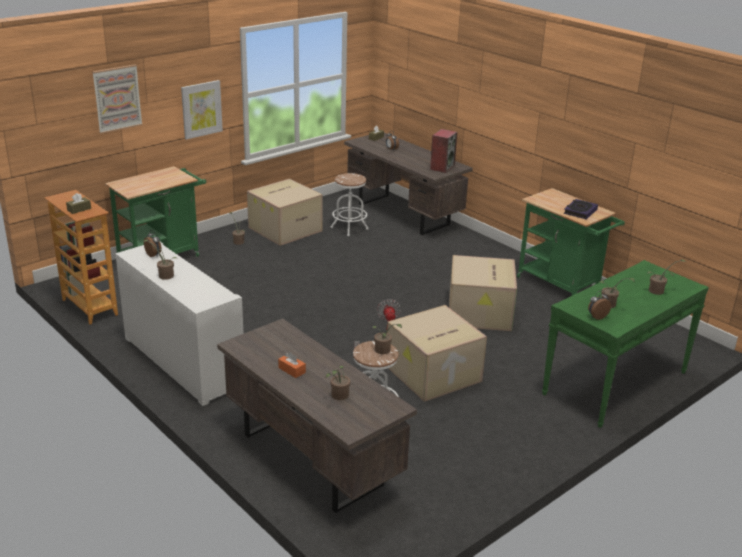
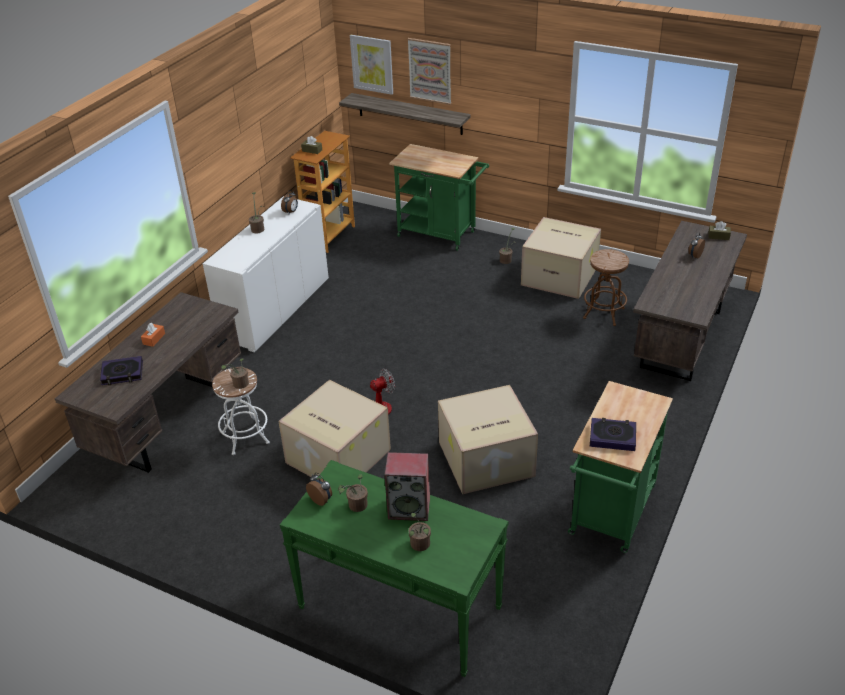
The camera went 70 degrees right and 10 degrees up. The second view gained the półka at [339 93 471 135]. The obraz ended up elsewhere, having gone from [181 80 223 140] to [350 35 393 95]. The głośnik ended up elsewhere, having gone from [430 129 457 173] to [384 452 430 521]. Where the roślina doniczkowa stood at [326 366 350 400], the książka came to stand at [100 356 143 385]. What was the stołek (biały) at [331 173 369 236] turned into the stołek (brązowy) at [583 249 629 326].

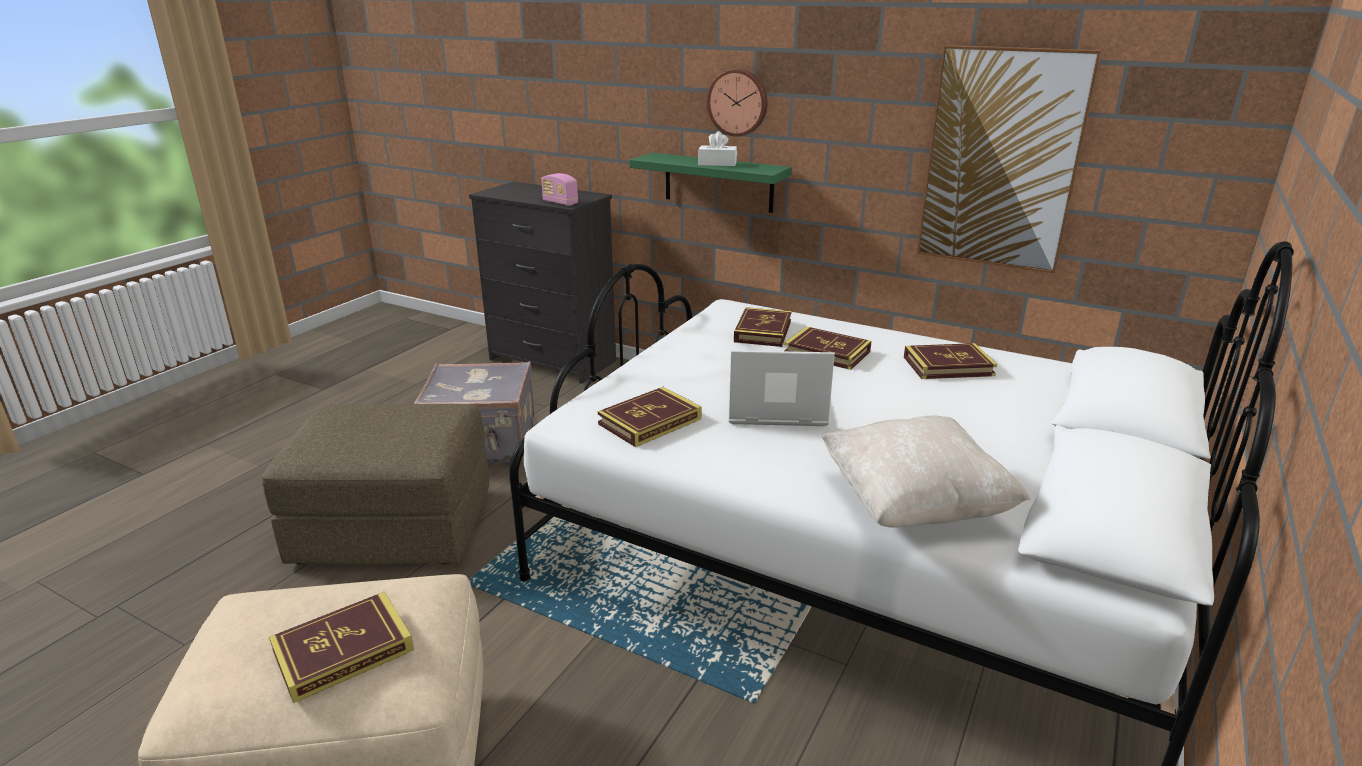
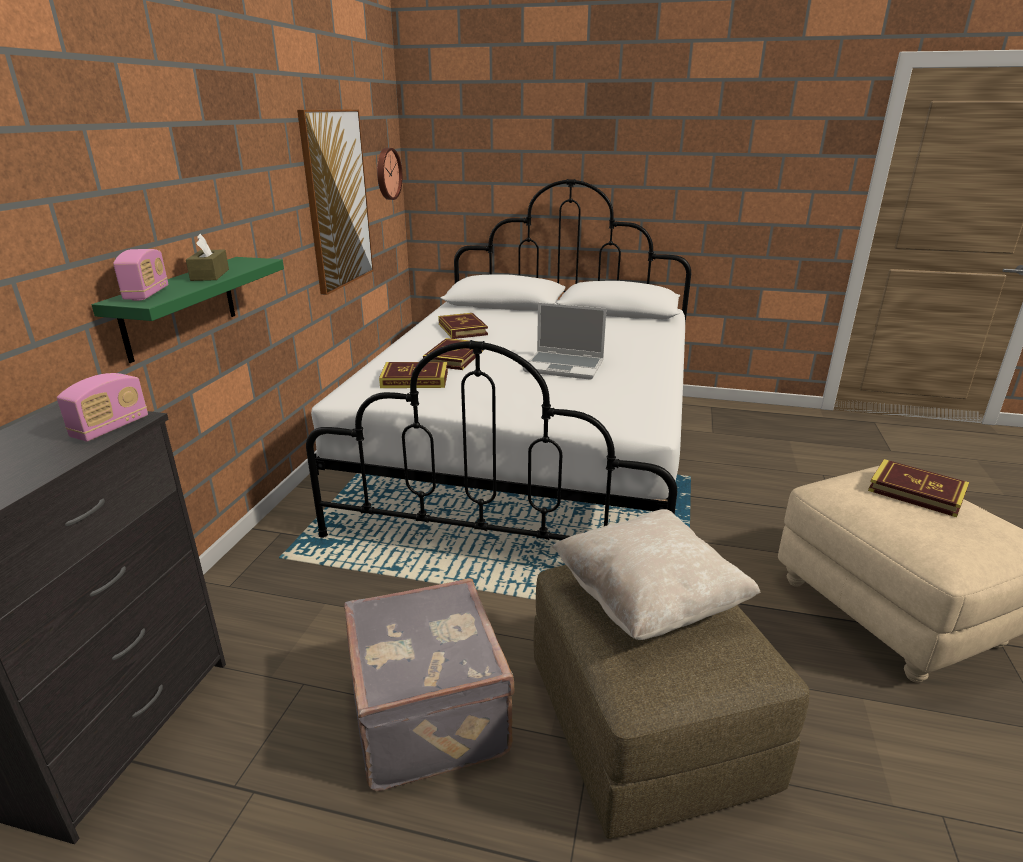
The camera went 105 degrees left and 0 degrees up. The second view lost the książka at [598 387 701 447]. The second view gained the radio at [113 249 168 301]. The zegar ścienny ended up elsewhere, having gone from [707 69 768 136] to [377 148 403 200]. The poduszka (beżowy) ended up elsewhere, having gone from [821 416 1031 528] to [552 509 761 640]. What was the pudełko chusteczek (biały) at [698 131 737 166] turned into the pudełko chusteczek (brązowy) at [186 234 229 281]. The laptop at [729 350 835 426] ended up facing another way, 60 degrees counterclockwise from before.

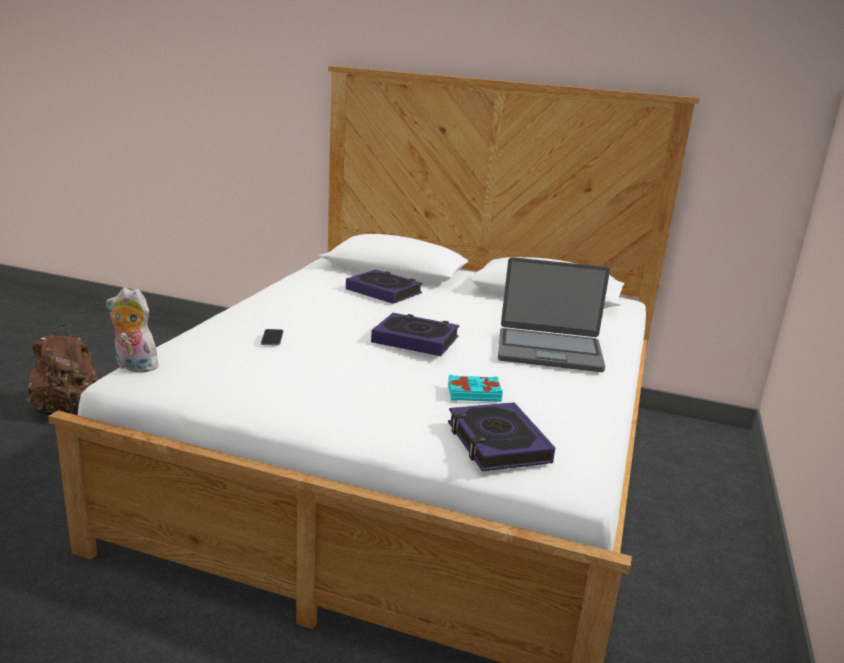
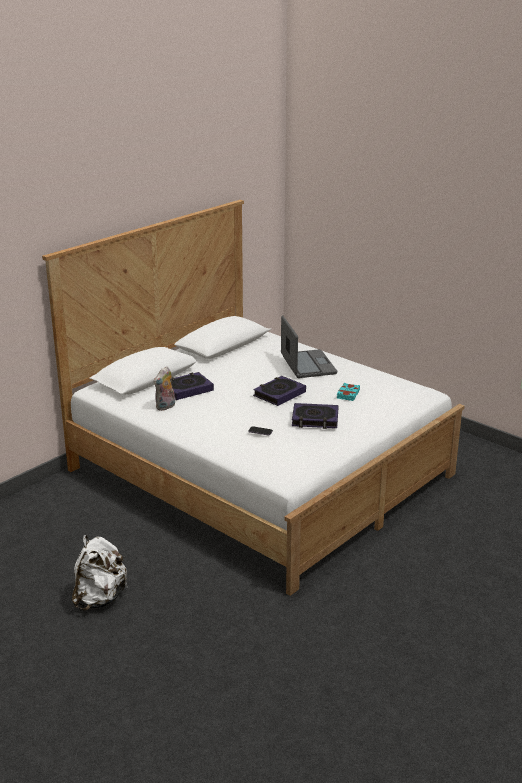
The camera went 65 degrees left and 5 degrees up. The pluszak ended up elsewhere, having gone from [106 288 164 372] to [154 366 175 411]. The książka ended up elsewhere, having gone from [448 402 555 471] to [292 403 339 429]. What was the plecak (brązowy) at [26 324 99 415] turned into the plecak (biały) at [72 535 128 611]. The laptop at [498 257 610 372] ended up facing another way, 45 degrees counterclockwise from before.

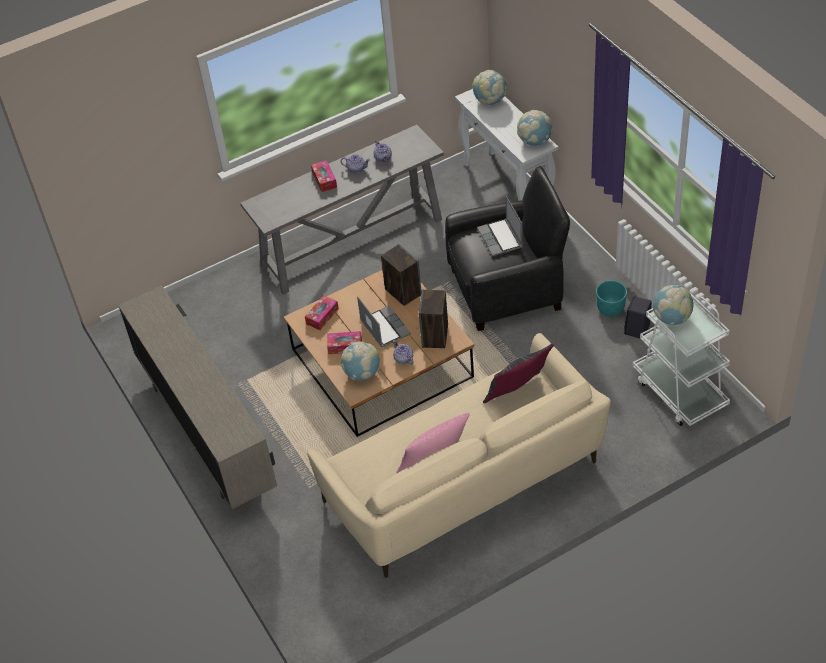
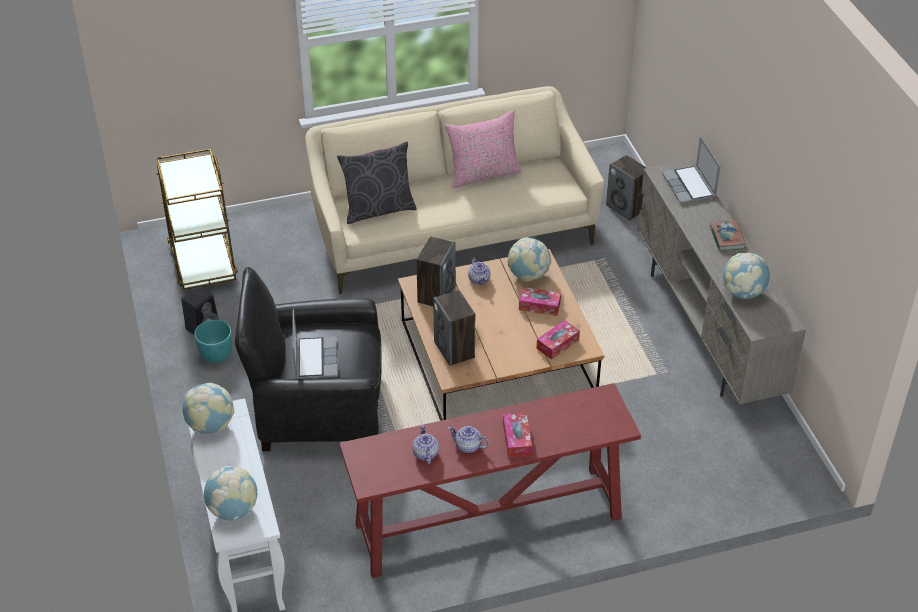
The camera went 170 degrees left and 5 degrees down. The second view gained the głośnik at [606 155 647 221]. The second view gained the książka at [710 221 746 251]. The laptop ended up elsewhere, having gone from [357 296 411 348] to [662 136 720 204]. The globus ended up elsewhere, having gone from [652 285 693 325] to [723 253 770 299]. What was the stolik konsolowy (szary) at [240 125 444 295] turned into the stolik konsolowy (czerwony) at [339 383 641 578]. What was the wózek (biały) at [633 293 730 426] turned into the wózek (brązowy) at [157 149 238 290].

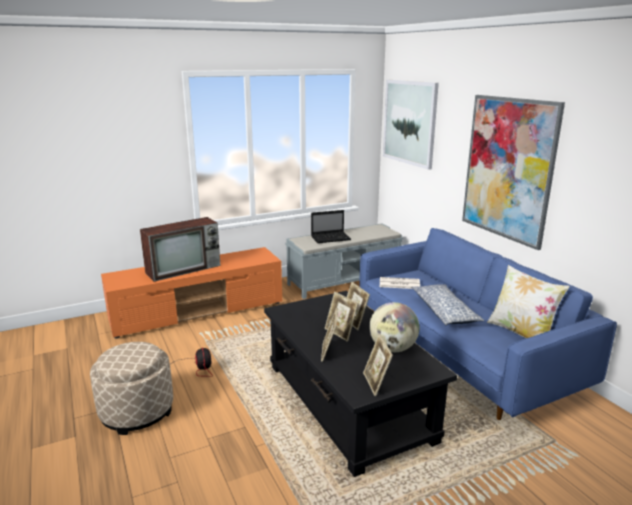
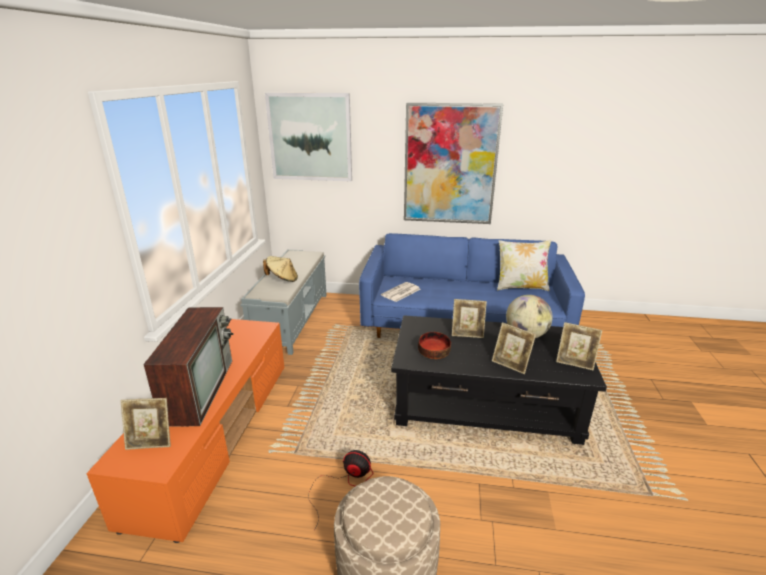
The camera went 55 degrees left and 5 degrees up. The second view lost the poduszka at [411 284 484 325]. The second view gained the miska at [418 332 451 359]. The ramka na zdjęcie ended up elsewhere, having gone from [325 292 358 342] to [120 398 171 450]. Where the laptop stood at [311 210 351 243], the kapelusz (beżowy) came to stand at [263 256 298 282].

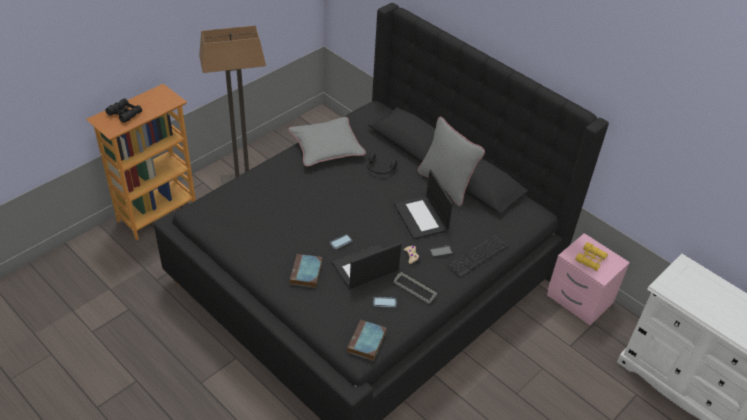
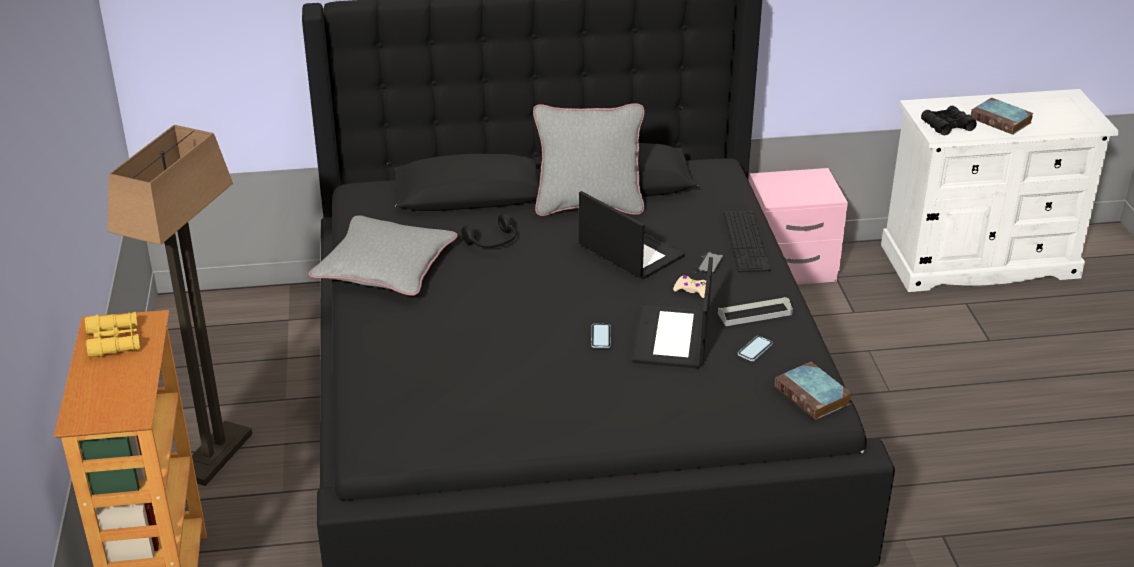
The camera went 50 degrees left and 10 degrees down. The lornetka (czarny) ended up elsewhere, having gone from [105 98 142 123] to [921 106 977 135]. The książka ended up elsewhere, having gone from [289 254 323 288] to [971 98 1034 135]. The lornetka (żółty) ended up elsewhere, having gone from [575 242 608 272] to [85 312 140 357]. The laptop at [394 170 453 239] ended up facing another way, 150 degrees counterclockwise from before.

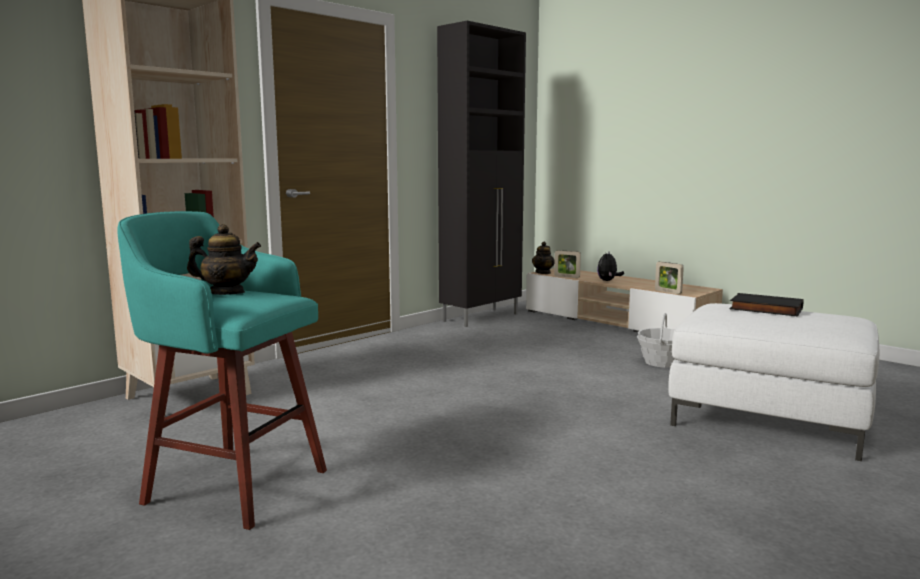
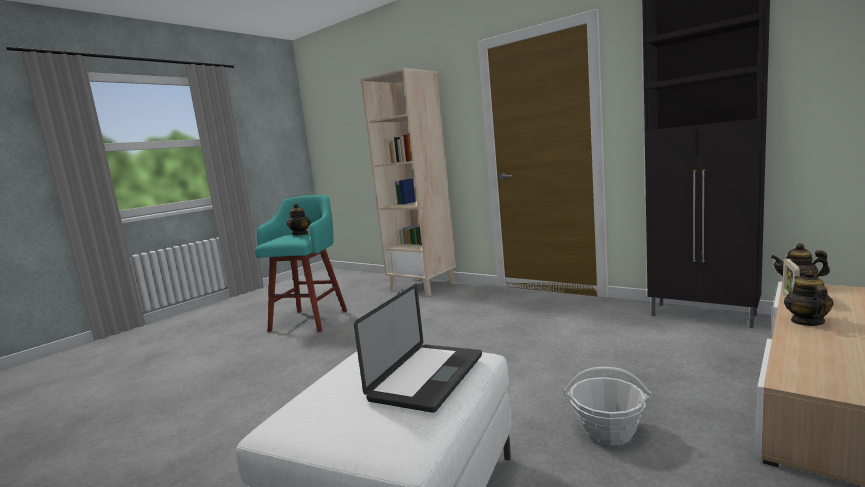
The camera went 85 degrees right and 0 degrees up. The second view lost the ramka na zdjęcie at [655 261 684 294]. Where the pluszak stood at [597 252 624 281], the imbryk came to stand at [784 270 834 326]. Where the książka (czarny) stood at [729 293 804 317], the laptop came to stand at [354 284 482 413].

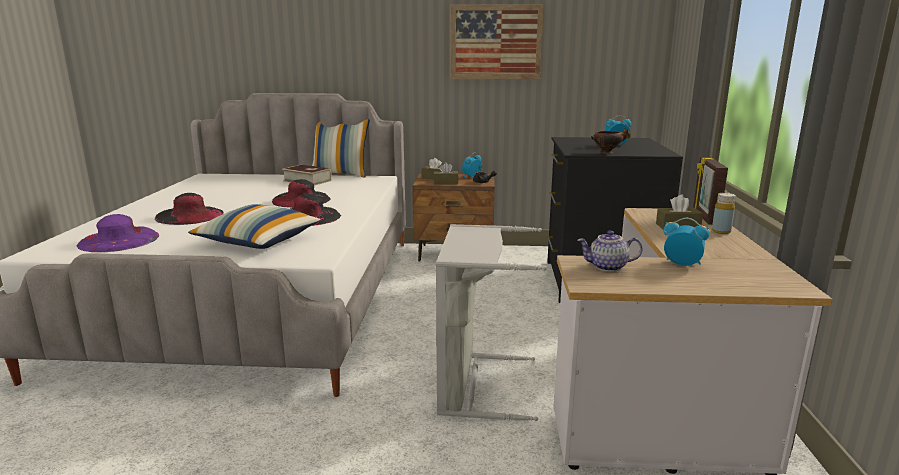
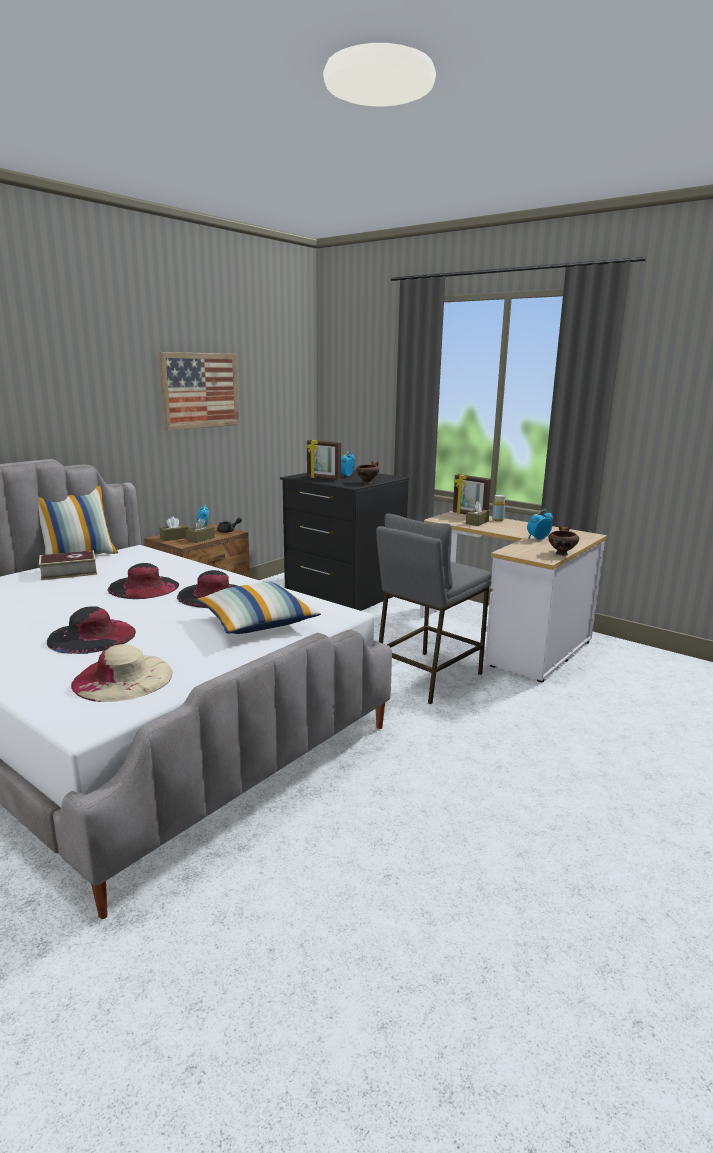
The camera went 55 degrees left and 0 degrees up. The second view lost the imbryk at [578 230 642 272]. The second view gained the ramka na zdjęcie at [306 440 341 480]. The second view gained the miska at [548 525 579 556]. Where the kosz na pranie (szary) stood at [436 224 547 421], the stołek (szary) came to stand at [376 513 492 704]. What was the kapelusz (fioletowy) at [77 214 159 252] turned into the kapelusz (beżowy) at [71 644 172 702].

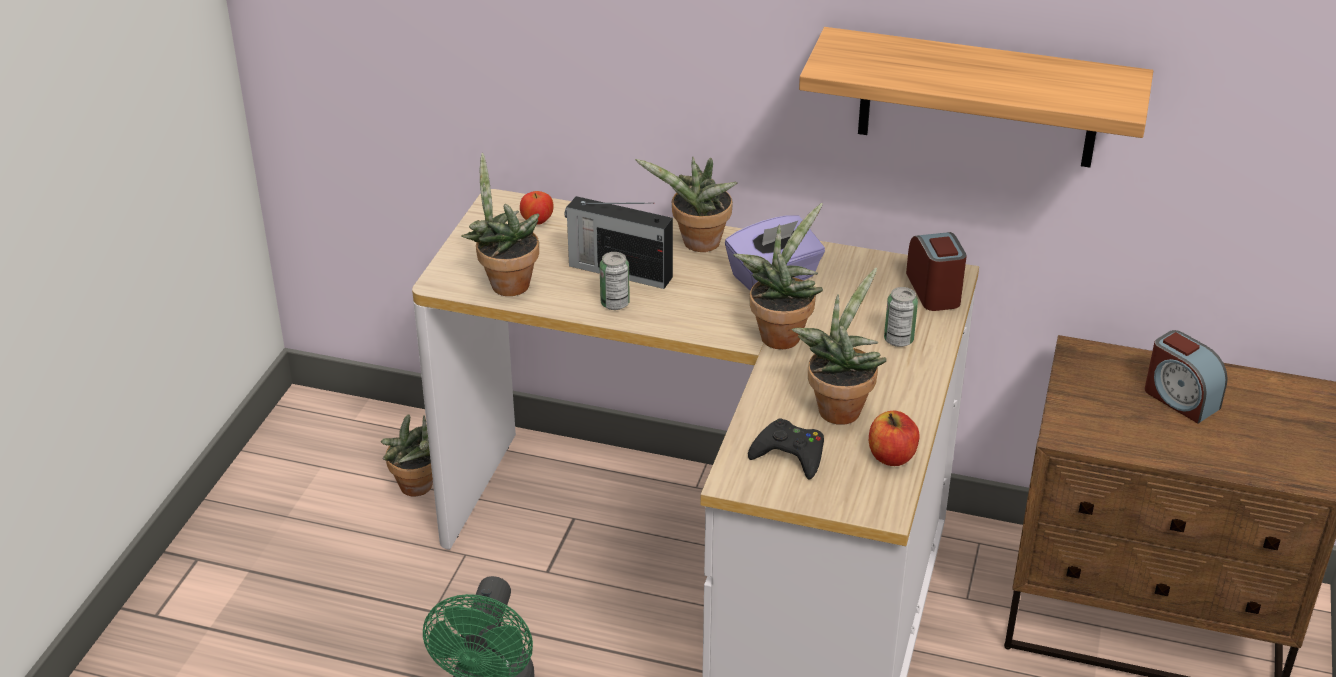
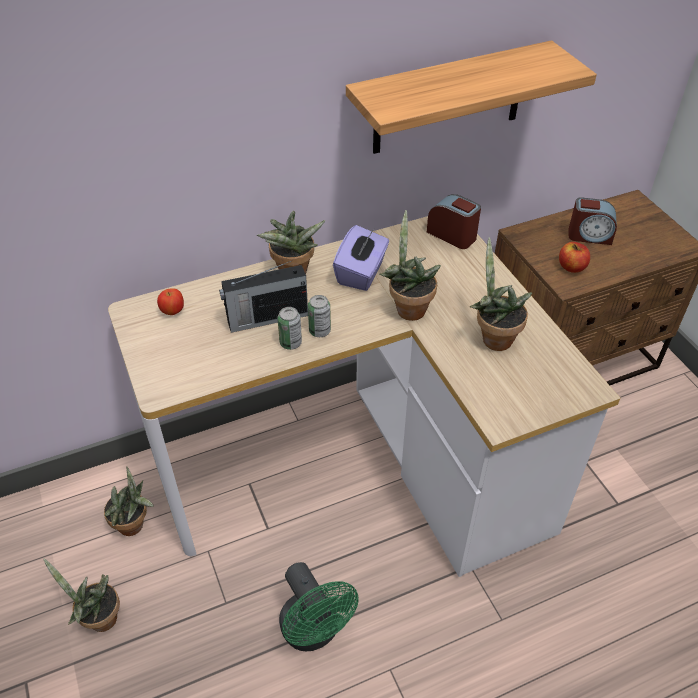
The camera went 40 degrees left and 10 degrees up. The second view lost the pad do gier (czarny) at [748 418 824 480]. The roślina doniczkowa ended up elsewhere, having gone from [461 153 539 296] to [43 559 120 632]. The jabłko ended up elsewhere, having gone from [869 411 920 466] to [559 242 590 273]. The puszka ended up elsewhere, having gone from [884 287 918 347] to [308 295 331 337].

